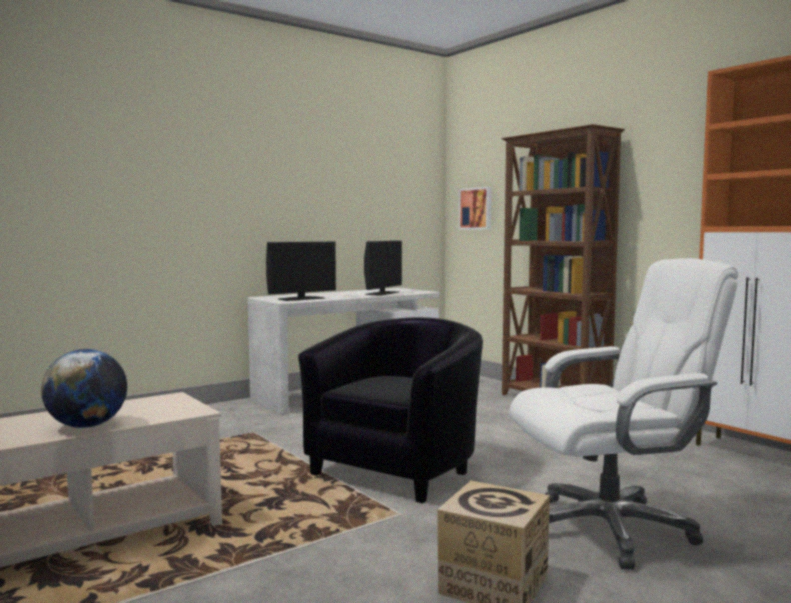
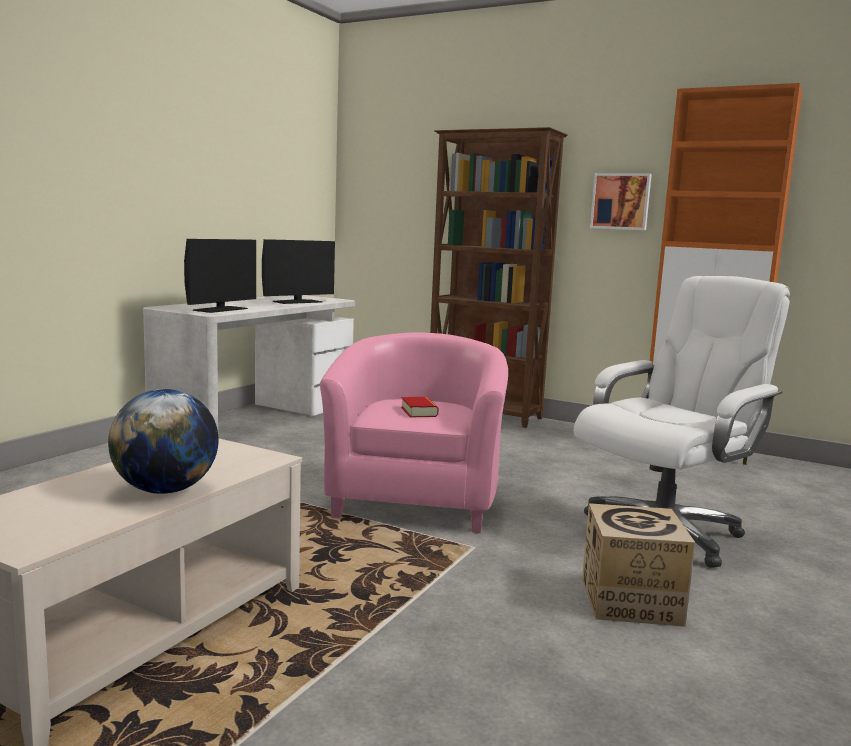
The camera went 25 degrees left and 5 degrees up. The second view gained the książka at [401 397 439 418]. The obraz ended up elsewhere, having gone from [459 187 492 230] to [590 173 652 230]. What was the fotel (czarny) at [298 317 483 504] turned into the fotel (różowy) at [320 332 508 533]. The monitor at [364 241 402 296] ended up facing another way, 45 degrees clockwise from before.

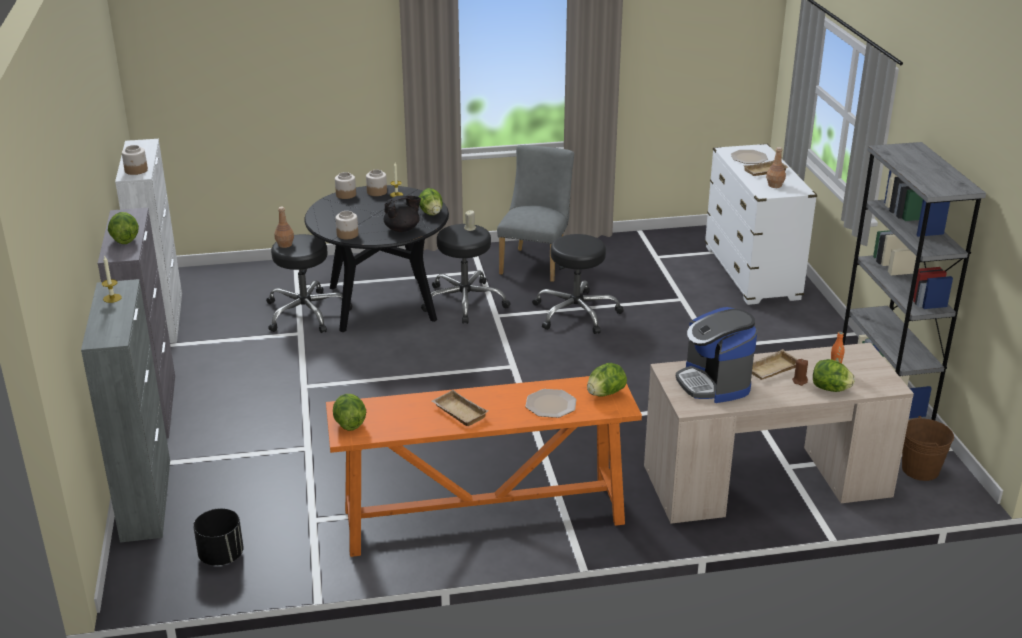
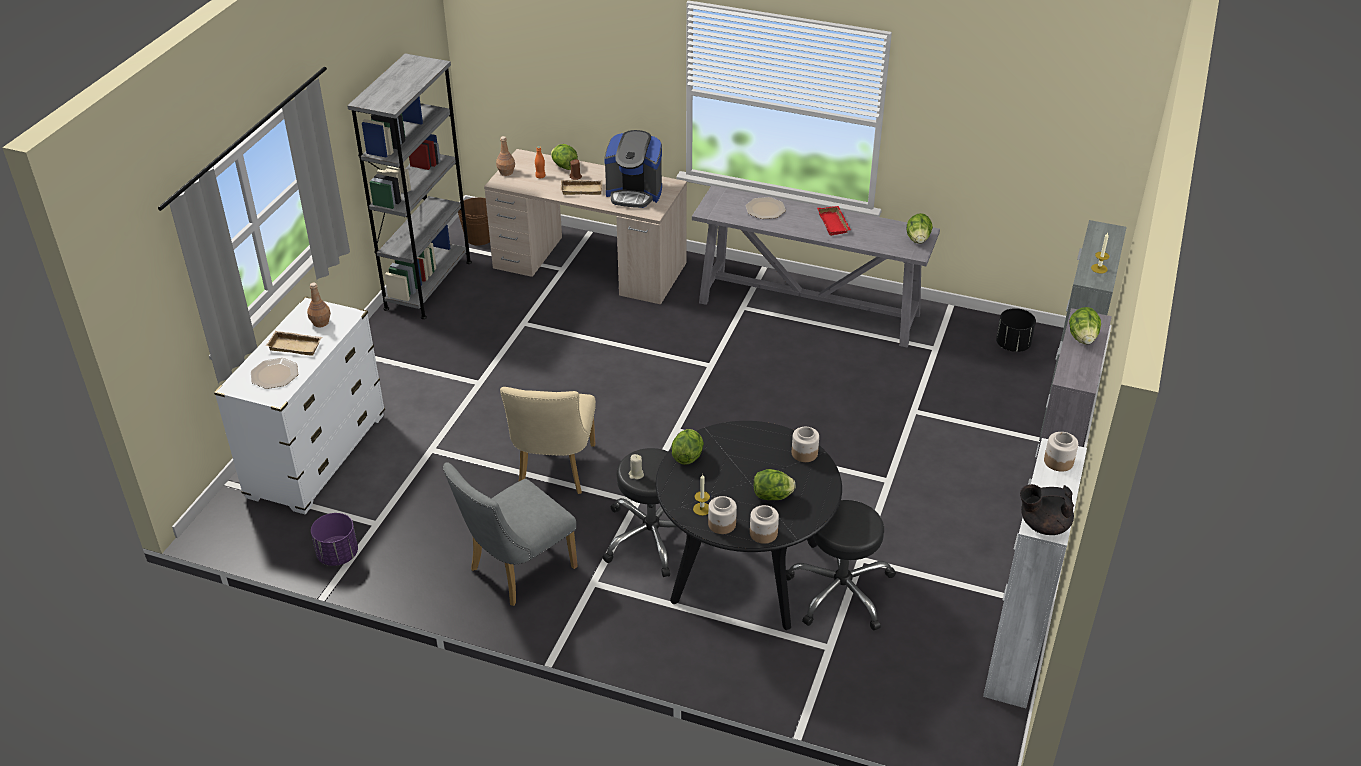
The camera went 150 degrees left and 10 degrees up. The second view gained the donica (fioletowy) at [311 513 358 566]. The butelka (brązowy) ended up elsewhere, having gone from [274 207 294 248] to [496 136 515 176]. The imbryk (czarny) ended up elsewhere, having gone from [384 196 421 232] to [1020 484 1074 535]. The sałata ended up elsewhere, having gone from [587 363 627 397] to [754 469 795 500]. Where the stołek (czarny) stood at [532 234 624 334], the krzesło (beżowy) came to stand at [500 387 596 494]. What was the stolik konsolowy (pomarańczowy) at [326 376 642 557] turned into the stolik konsolowy (szary) at [692 185 940 348]. What was the taca (beżowy) at [432 390 488 426] turned into the taca (czerwony) at [817 206 851 236]. The ekspres do kawy at [676 307 757 403] ended up facing another way, 90 degrees clockwise from before.

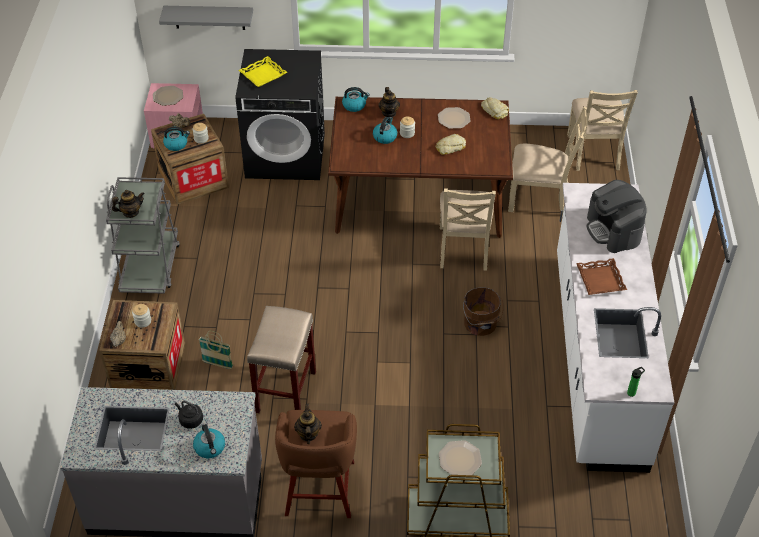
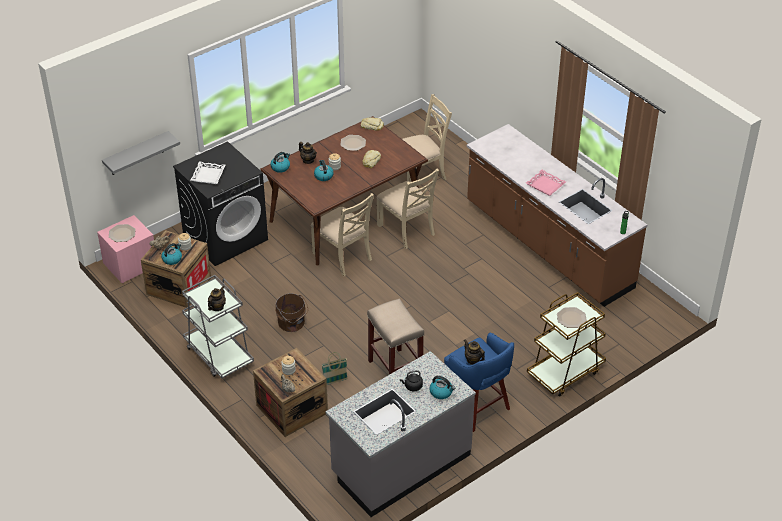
The camera went 40 degrees left and 5 degrees down. The second view lost the ekspres do kawy at [586 180 646 253]. The wiadro (brązowy) ended up elsewhere, having gone from [463 288 503 336] to [275 293 308 332]. The krzesło (beżowy) ended up elsewhere, having gone from [567 90 638 171] to [311 193 374 276]. What was the taca (żółty) at [239 56 287 87] turned into the taca (biały) at [191 162 226 184]. What was the stołek (brązowy) at [275 410 357 518] turned into the stołek (niebieski) at [444 332 514 432]. What was the zabudowa kuchenna (biały) at [557 183 674 473] turned into the zabudowa kuchenna (brązowy) at [467 124 647 307]. What was the taca (brązowy) at [576 258 627 295] turned into the taca (różowy) at [526 170 566 196].

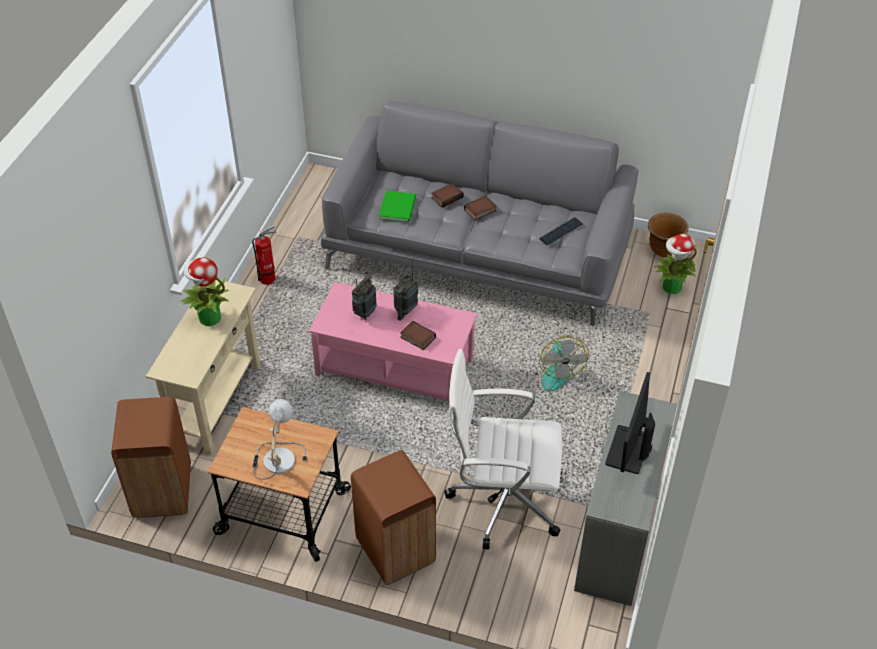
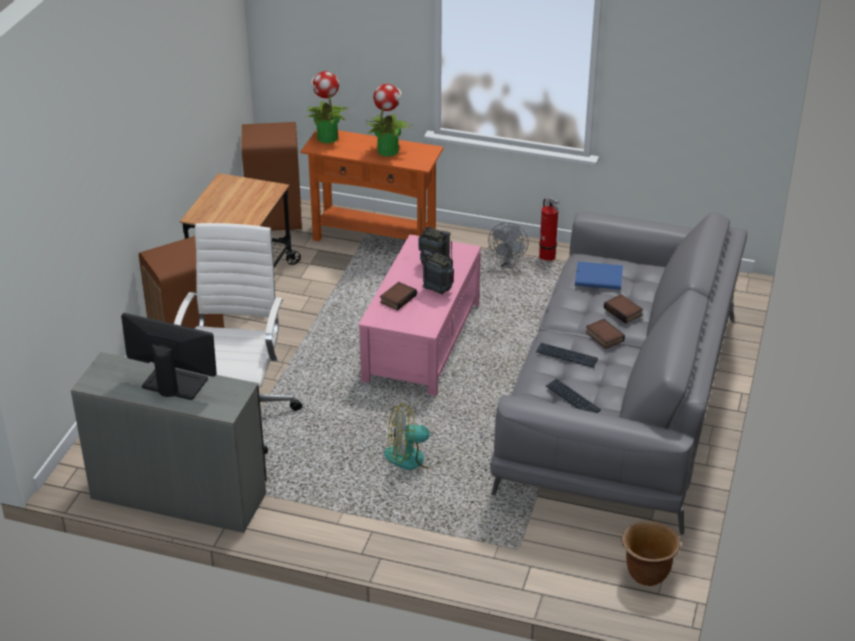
The camera went 90 degrees right and 10 degrees down. The second view lost the lampa stołowa at [252 399 307 480]. The second view gained the wentylator (szary) at [488 223 529 269]. The second view gained the klawiatura at [536 343 598 368]. The roślina doniczkowa ended up elsewhere, having gone from [654 234 697 294] to [306 71 348 143]. What was the stolik konsolowy (beżowy) at [146 280 260 455] turned into the stolik konsolowy (pomarańczowy) at [301 129 444 241]. What was the książka (zielony) at [379 191 416 222] turned into the książka (niebieski) at [575 261 623 290].

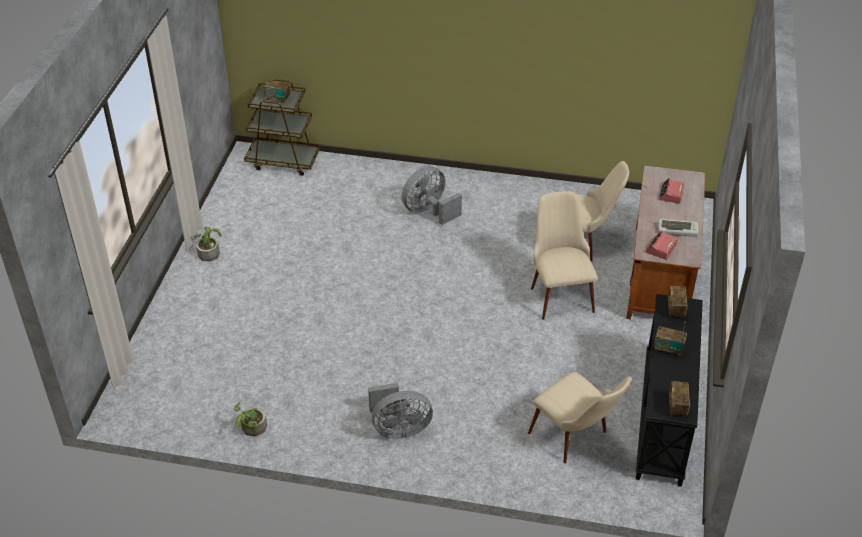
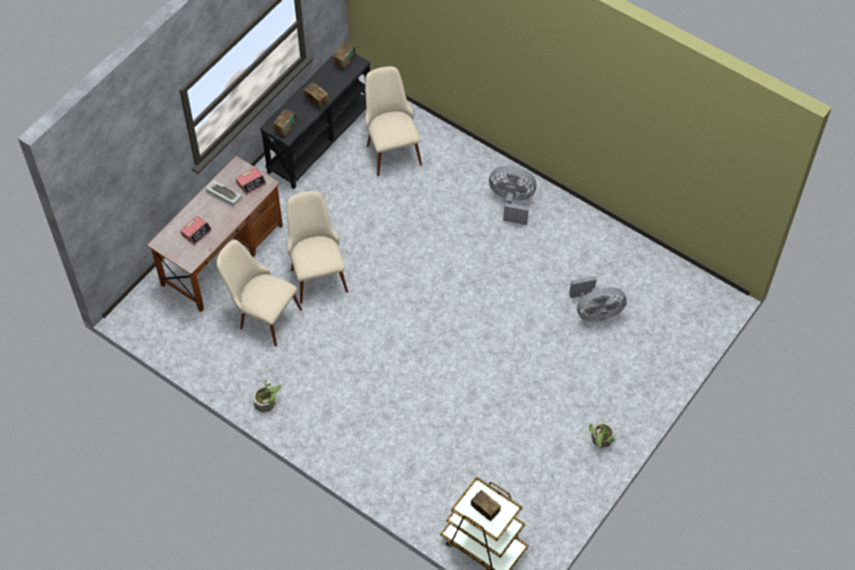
The camera went 155 degrees left and 15 degrees up. The roślina doniczkowa ended up elsewhere, having gone from [233 402 267 436] to [253 379 281 412]. The wentylator (szary) ended up elsewhere, having gone from [402 166 462 225] to [569 276 627 322]. The krzesło (beżowy) at [531 191 597 320] ended up facing another way, 150 degrees clockwise from before.

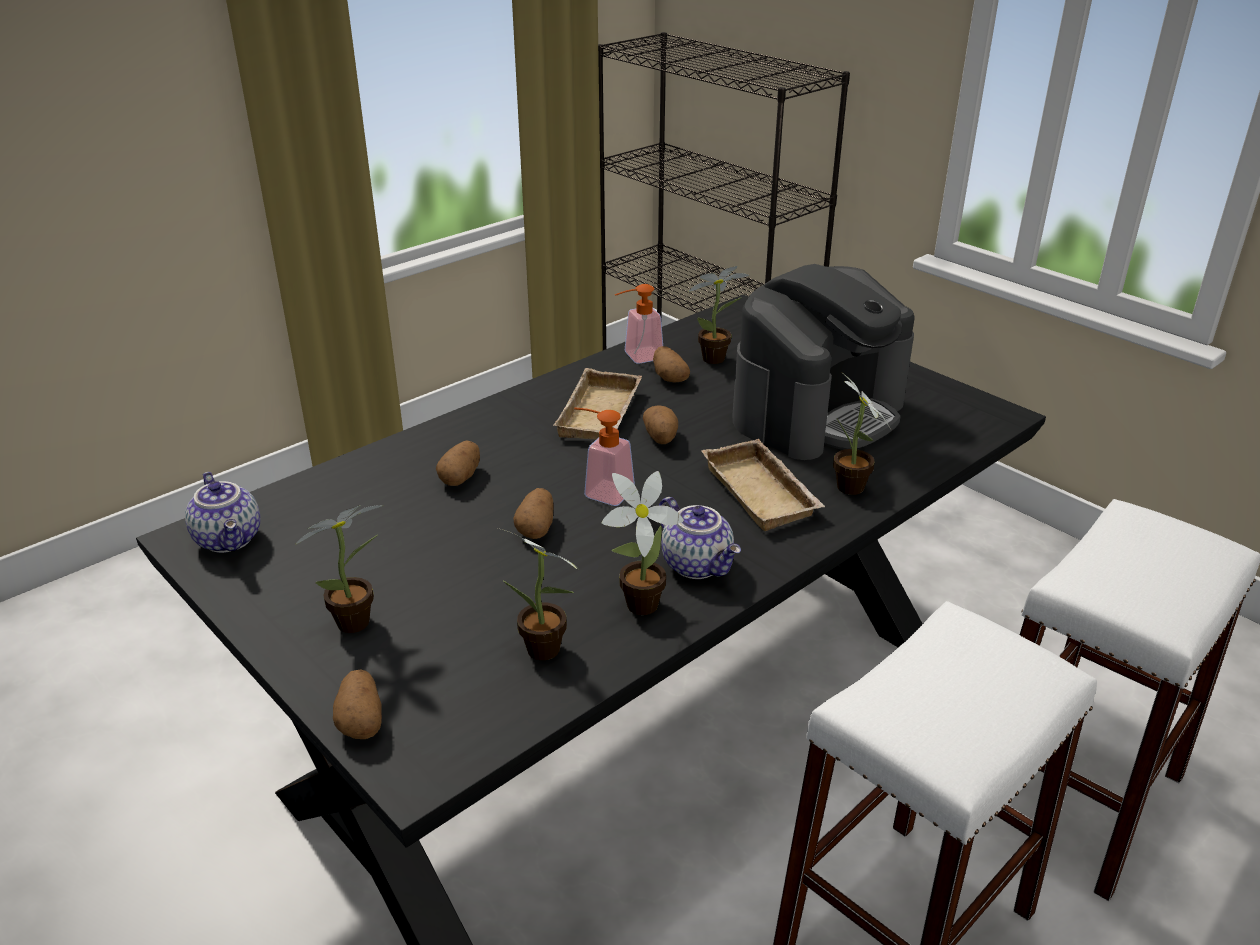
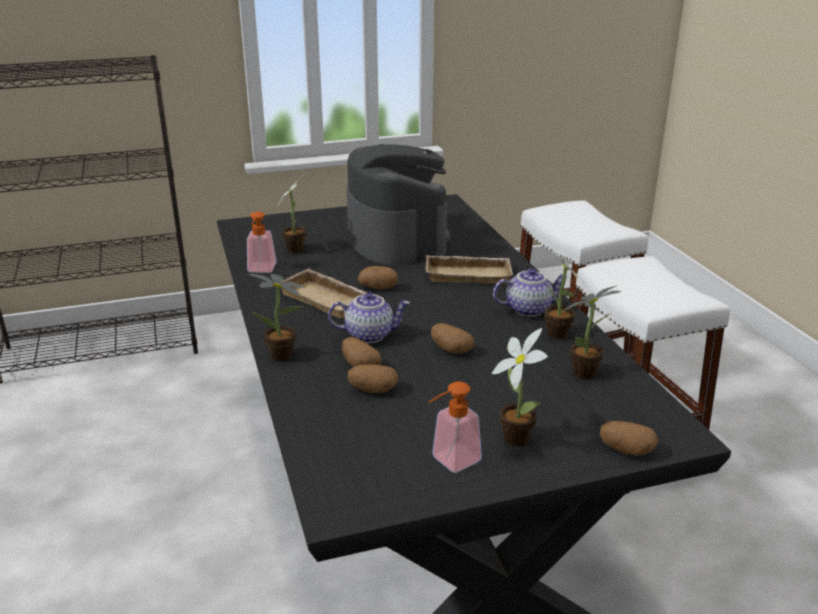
The camera went 65 degrees left and 5 degrees down. The imbryk ended up elsewhere, having gone from [185 472 260 553] to [328 292 410 343]. The dozownik mydła ended up elsewhere, having gone from [574 408 635 506] to [429 382 482 473]. The ziemniak ended up elsewhere, having gone from [653 346 690 383] to [348 365 398 393]. The roślina doniczkowa ended up elsewhere, having gone from [833 371 891 495] to [248 274 306 361].

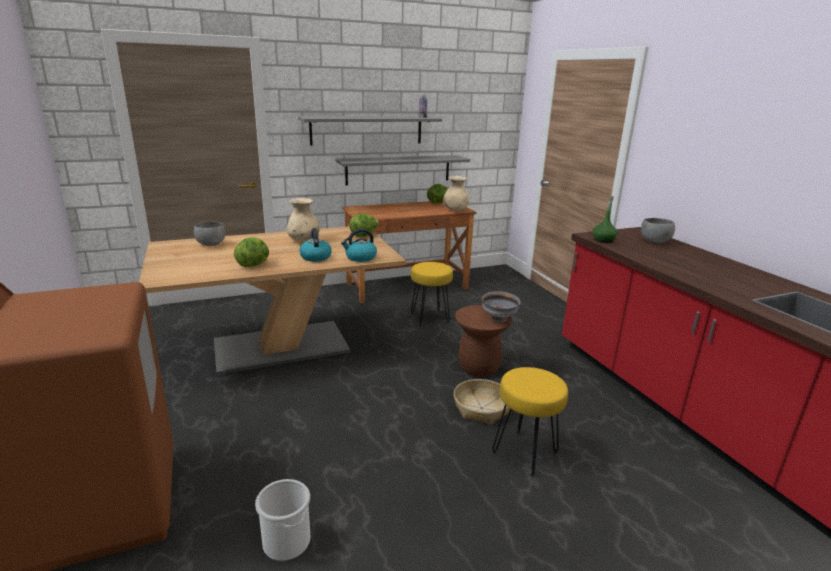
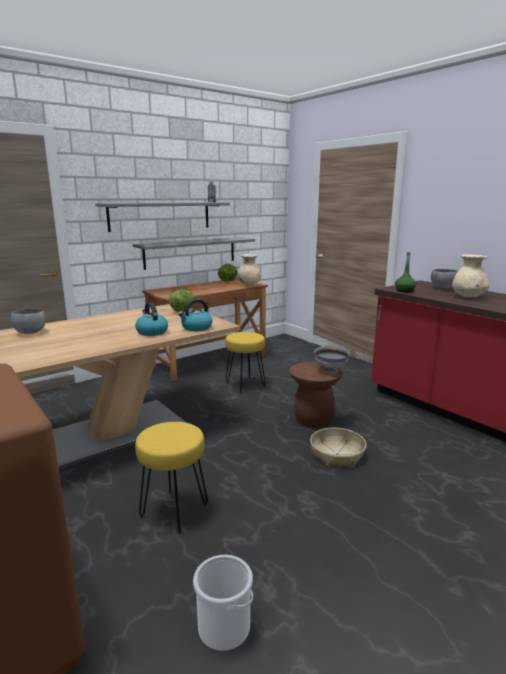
The camera went 15 degrees left and 5 degrees down. The second view lost the sałata at [234 237 269 267]. The wazon (beżowy) ended up elsewhere, having gone from [287 198 320 242] to [452 254 489 297]. The stołek (żółty) ended up elsewhere, having gone from [492 367 568 477] to [135 422 208 534].

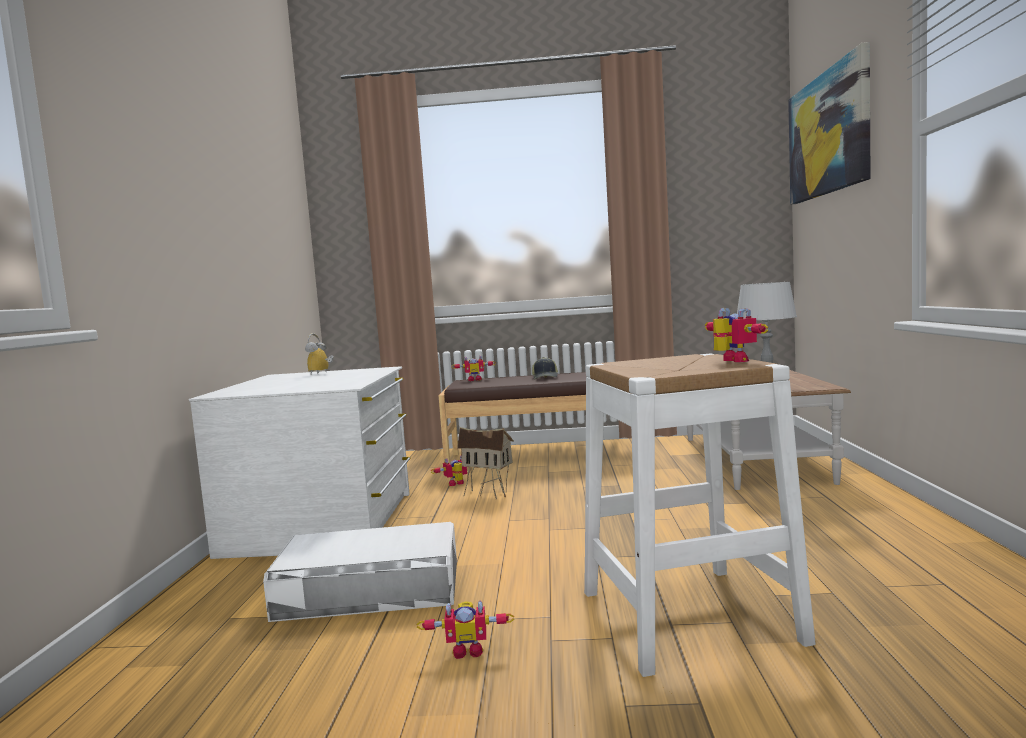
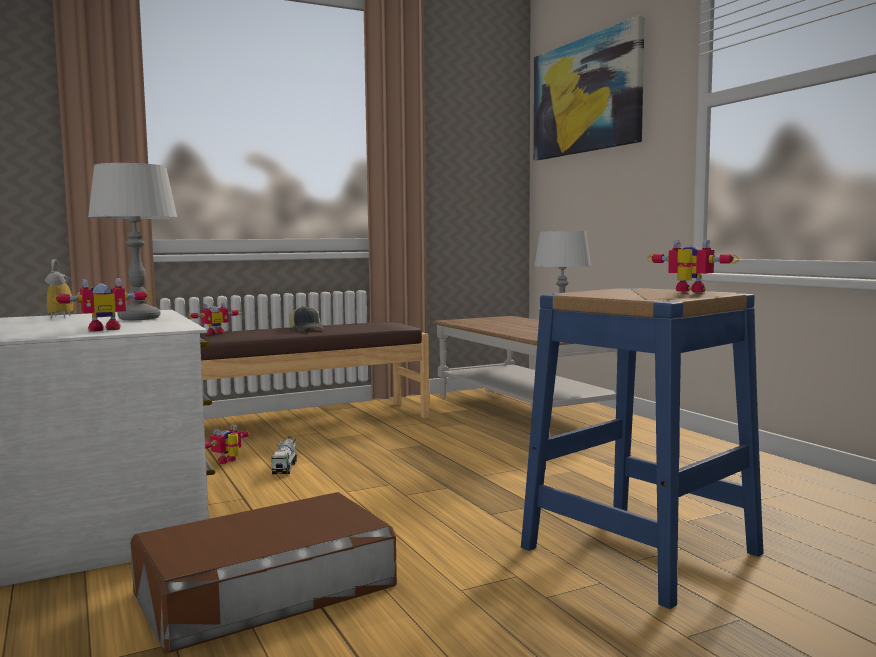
The camera went 30 degrees left and 0 degrees up. The second view gained the lampa stołowa (szary) at [88 163 178 320]. The robot zabawkowy ended up elsewhere, having gone from [416 600 514 659] to [50 278 153 331]. Where the domek stood at [457 427 514 499], the ciężarówka zabawkowa came to stand at [271 437 297 475]. What was the pojemnik do przechowywania (biały) at [263 522 457 622] turned into the pojemnik do przechowywania (brązowy) at [131 492 397 654]. What was the stołek (biały) at [584 354 816 677] turned into the stołek (niebieski) at [521 288 764 609].

